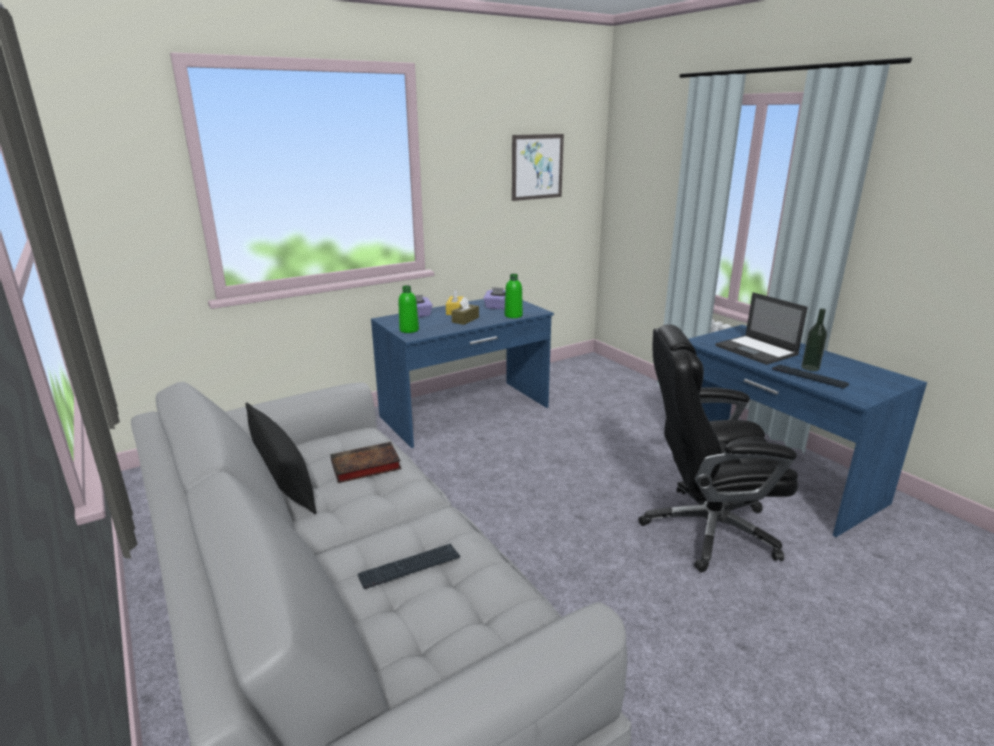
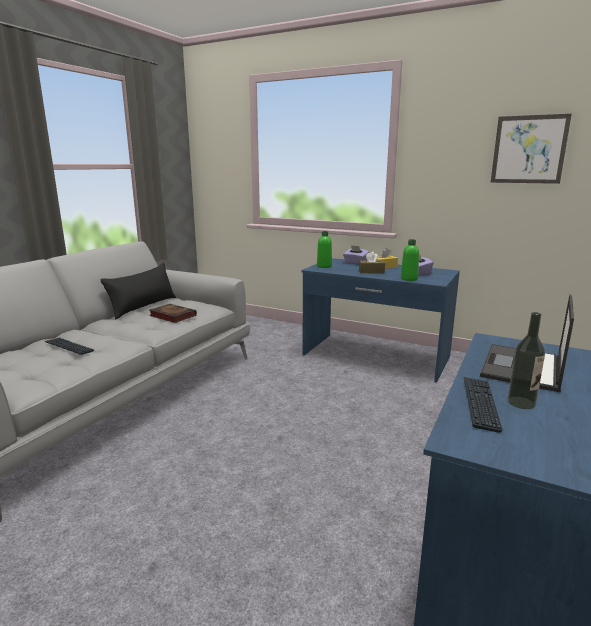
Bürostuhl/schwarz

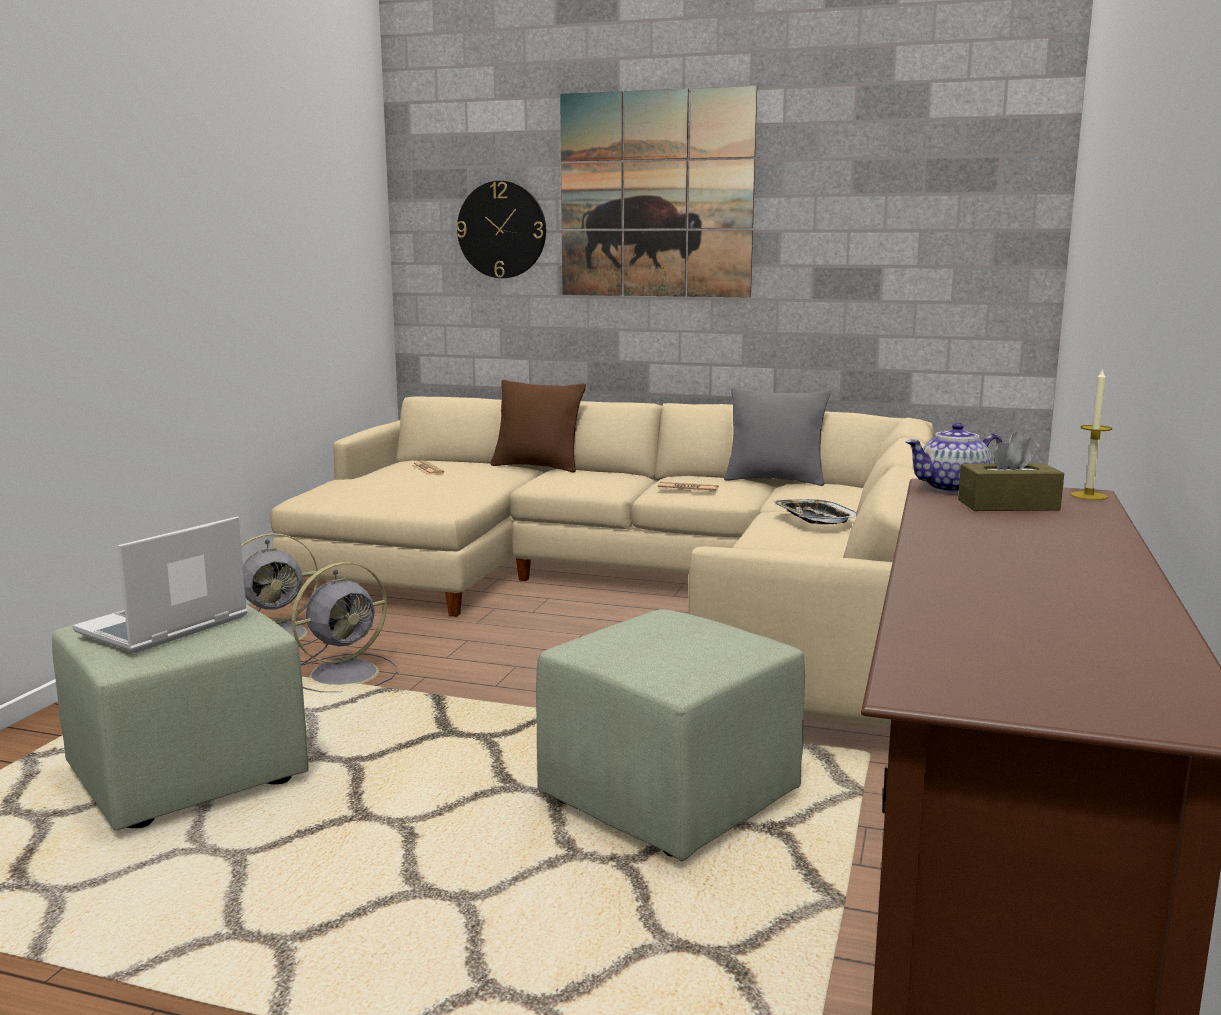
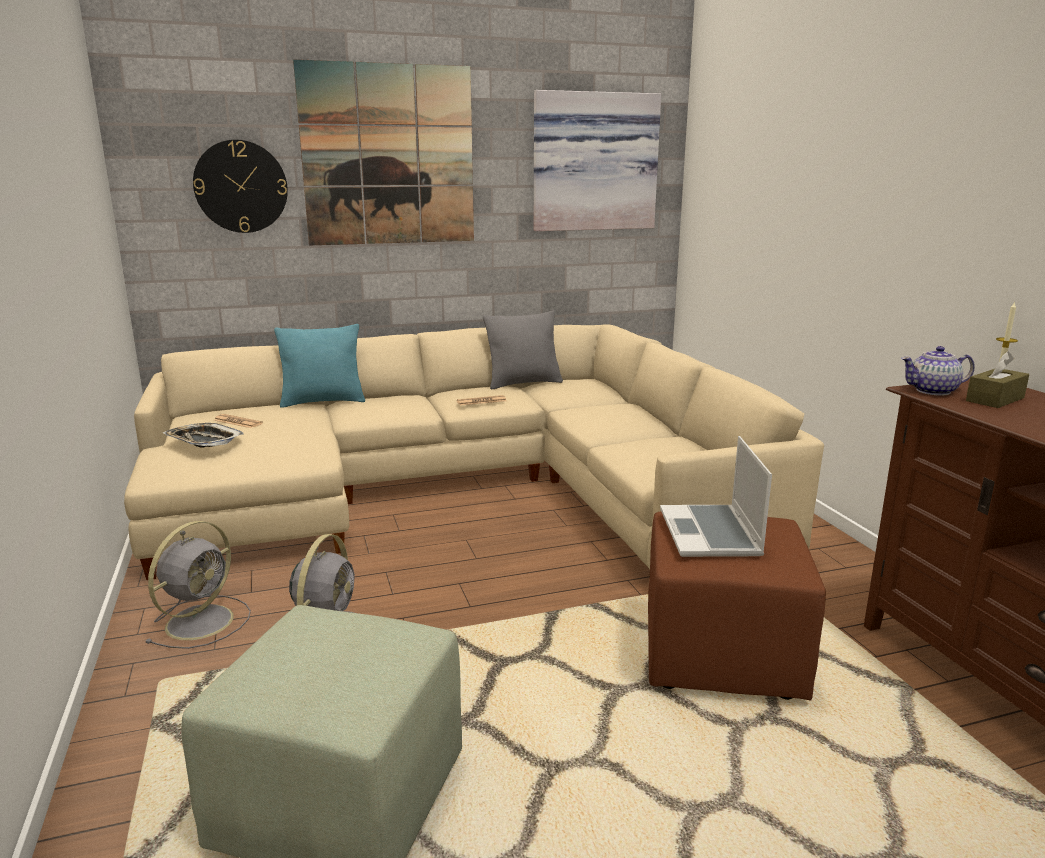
Laptop; Kissen/türkis; Polsterhocker/braun; Tablett; Teekanne; Bild (2nd from left)

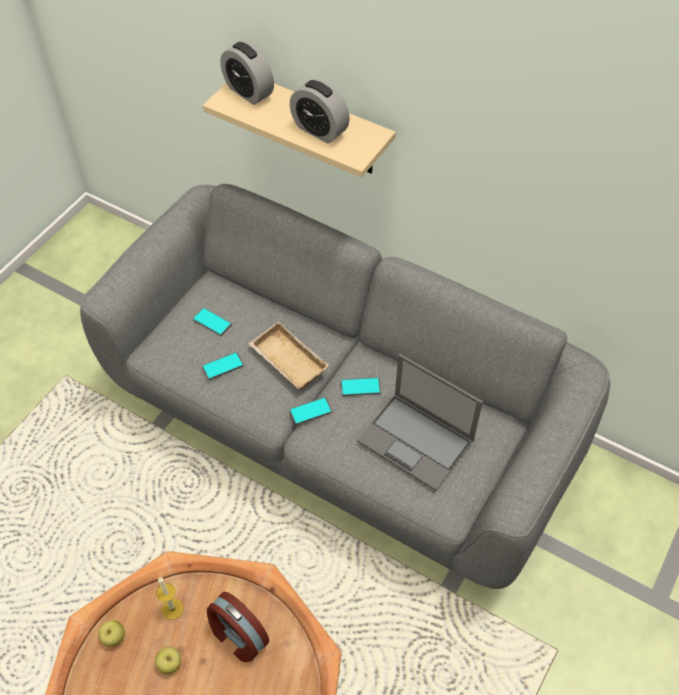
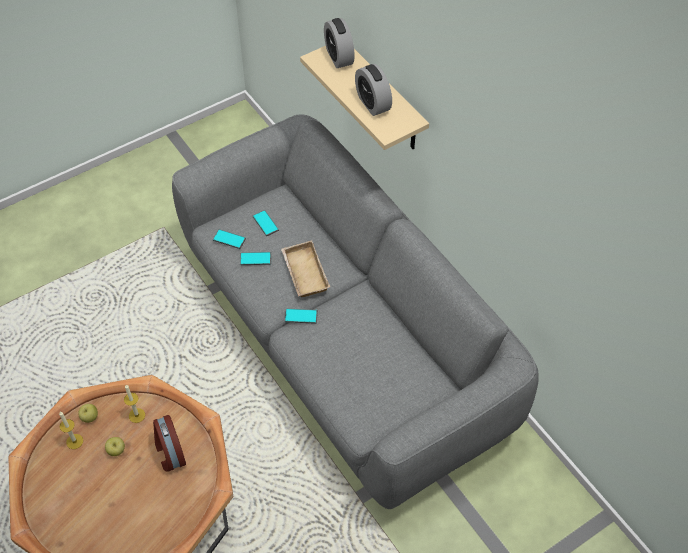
Handy (1st from left); Laptop; Kerze (1st from left)

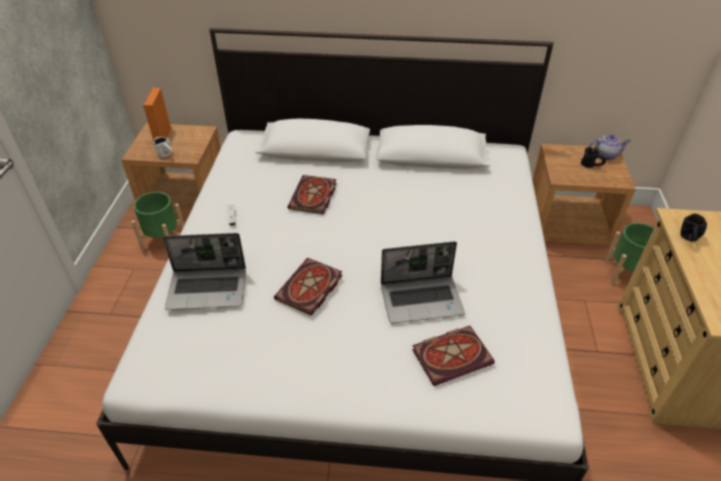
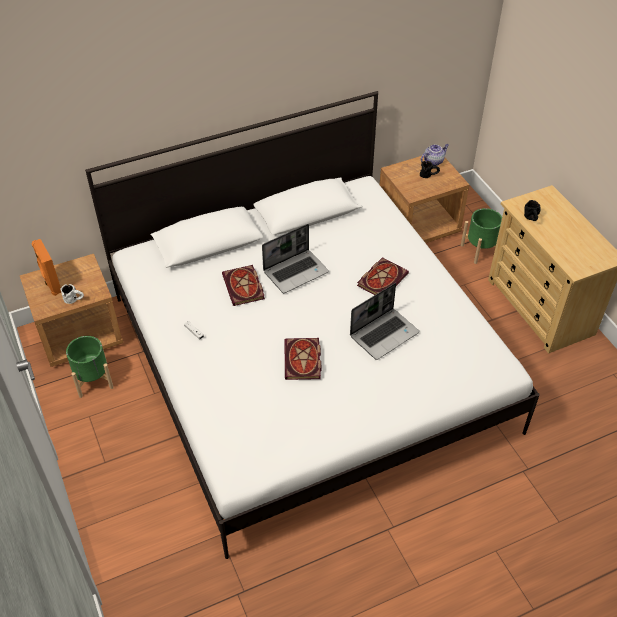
Laptop (1st from left); Buch (3rd from left)

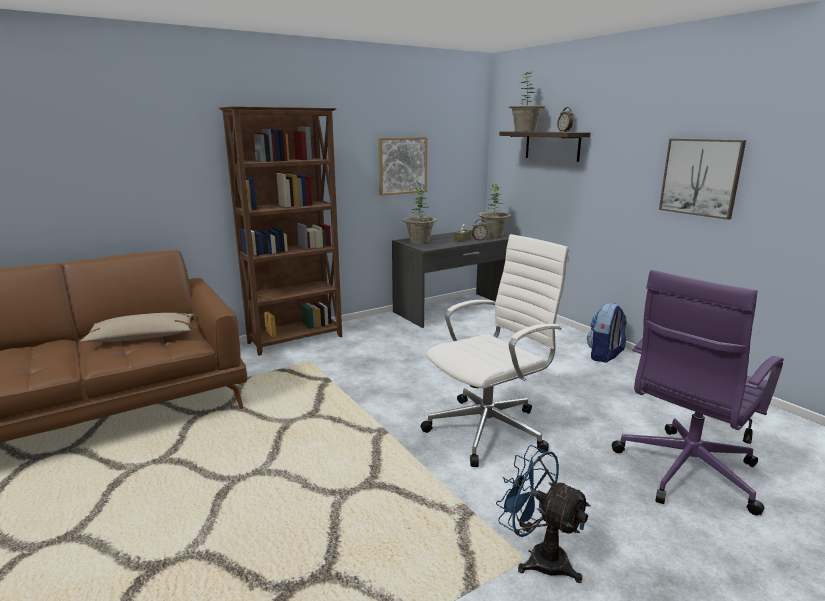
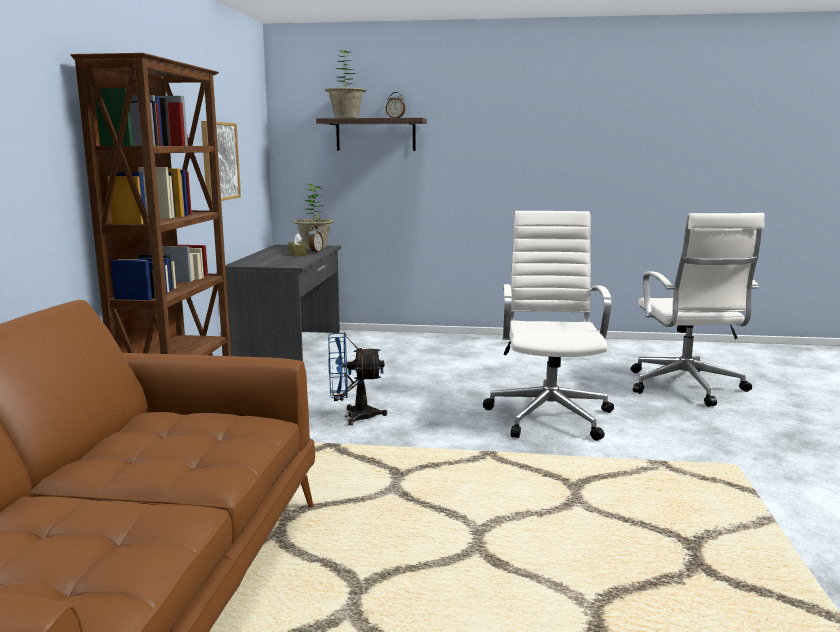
Kissen/beige; Topfpflanze (1st from left in the first image); Ventilator/blau; Rucksack; Bürostuhl/weiß (2nd from left); Bild (2nd from left in the first image)

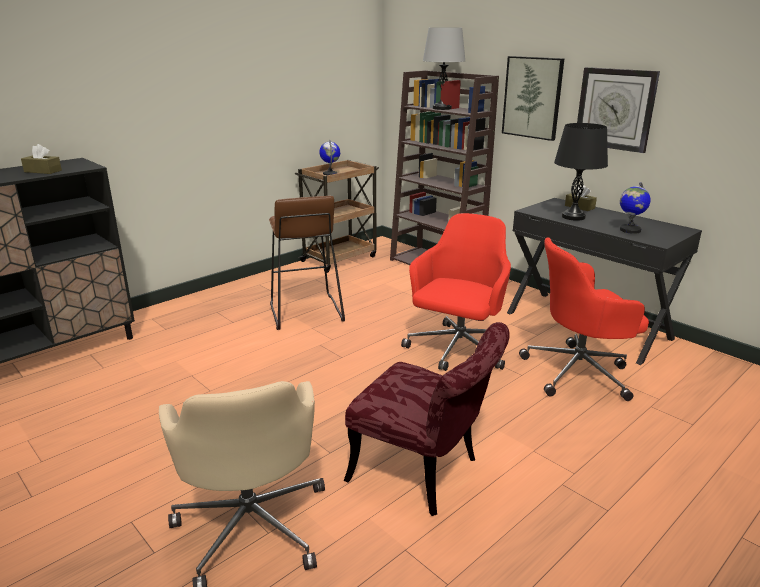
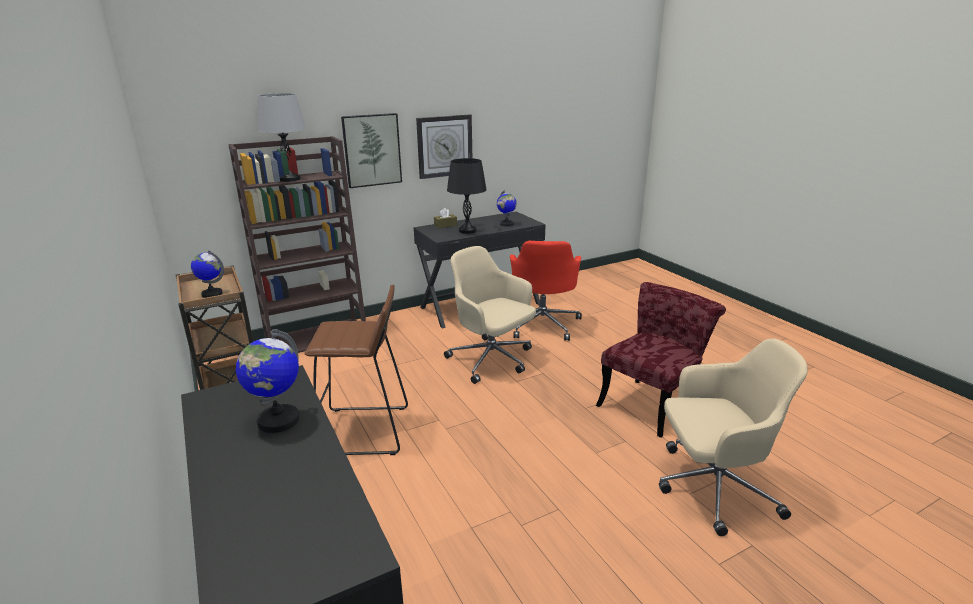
Globus (2nd from left); Bürostuhl/beige (1st from left)

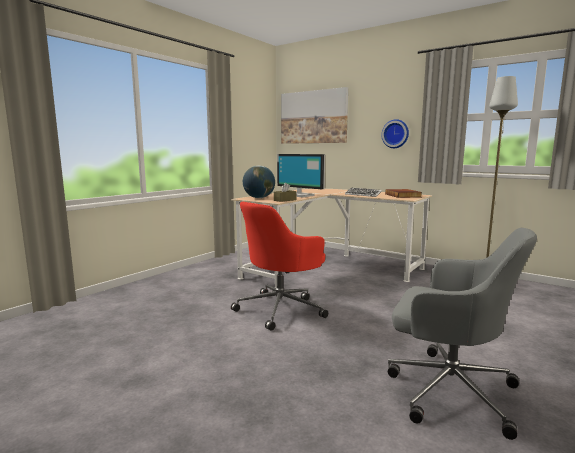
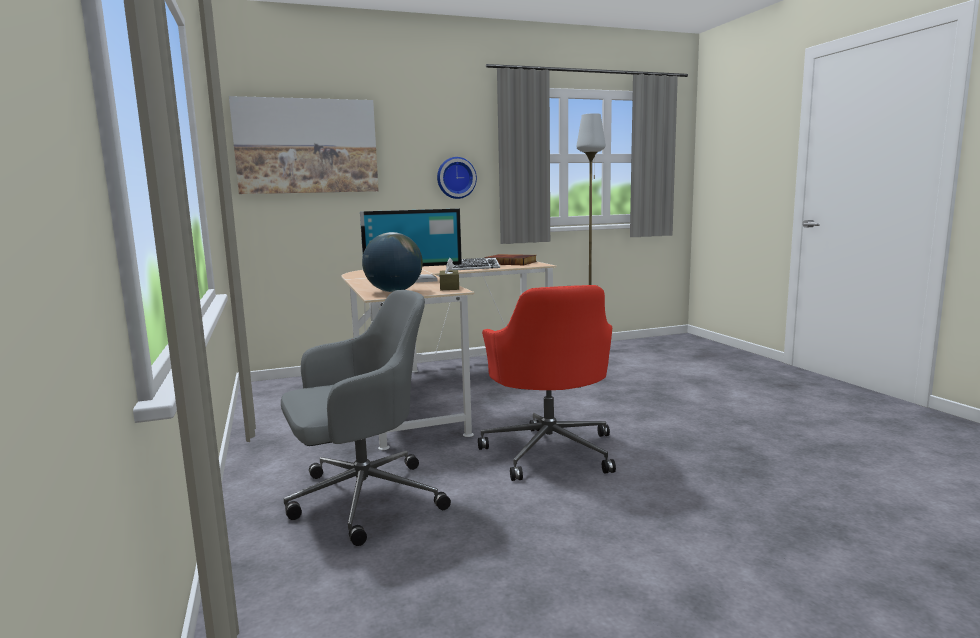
Bürostuhl/grau

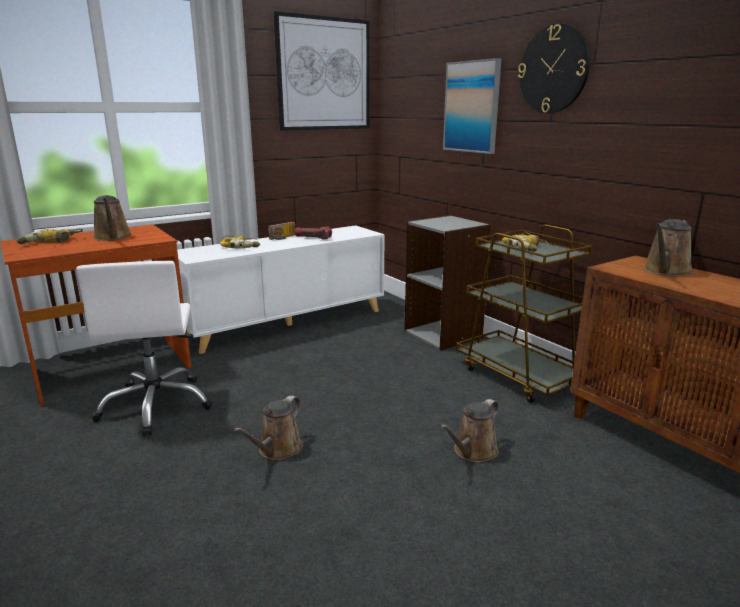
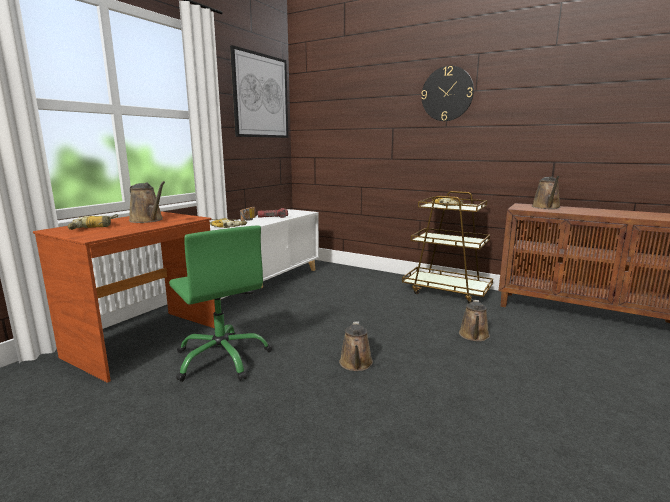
Bürostuhl/grün; Bücherregal/grau; Bild (2nd from left in the first image)

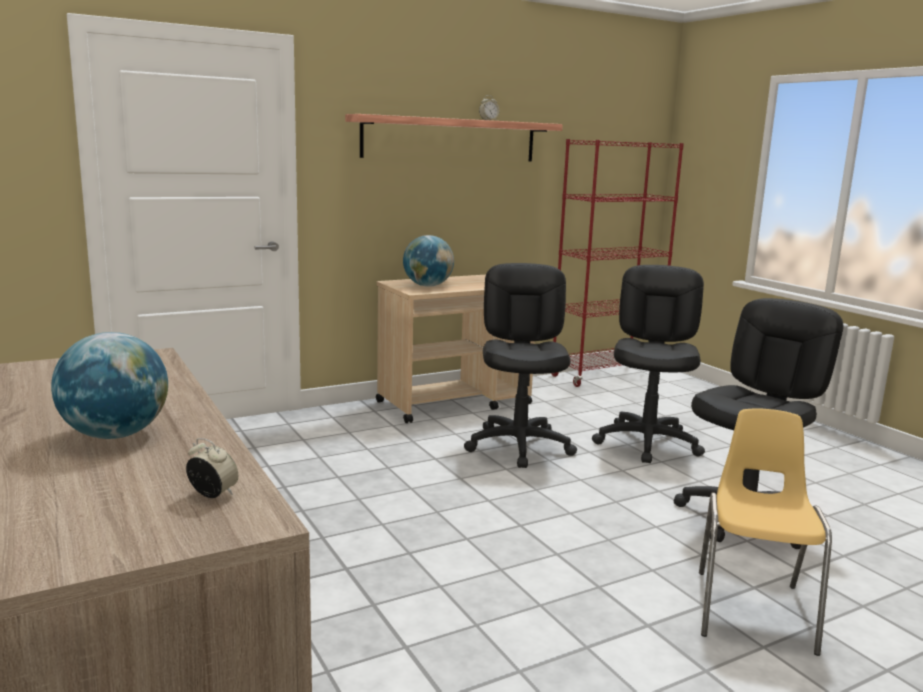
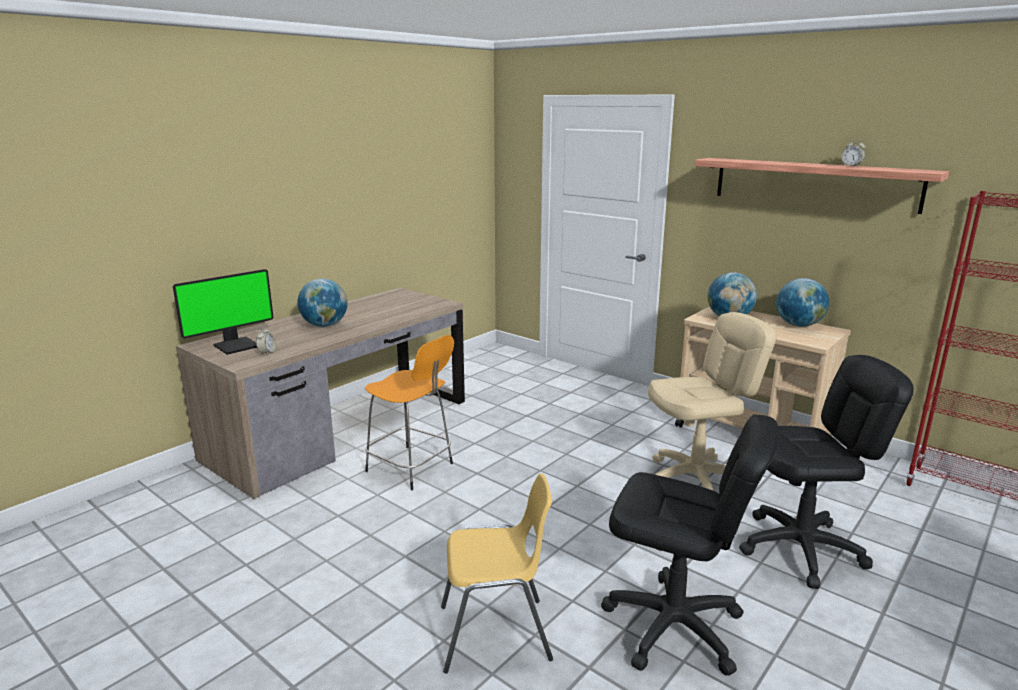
Bürostuhl/beige; Monitor; Hocker/orange; Globus (3rd from left)

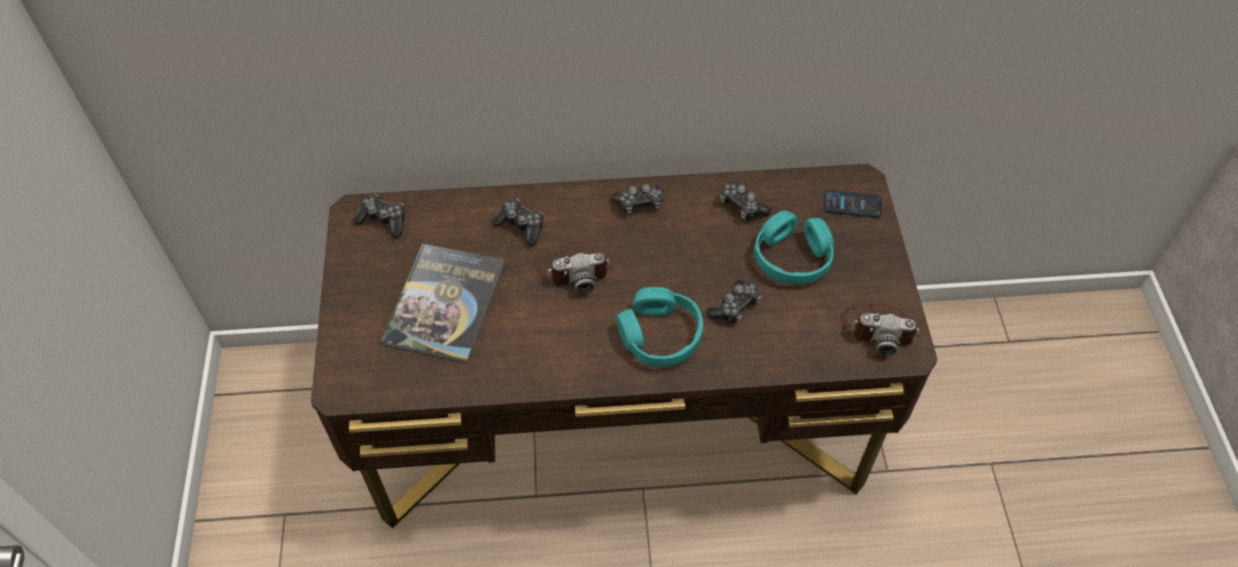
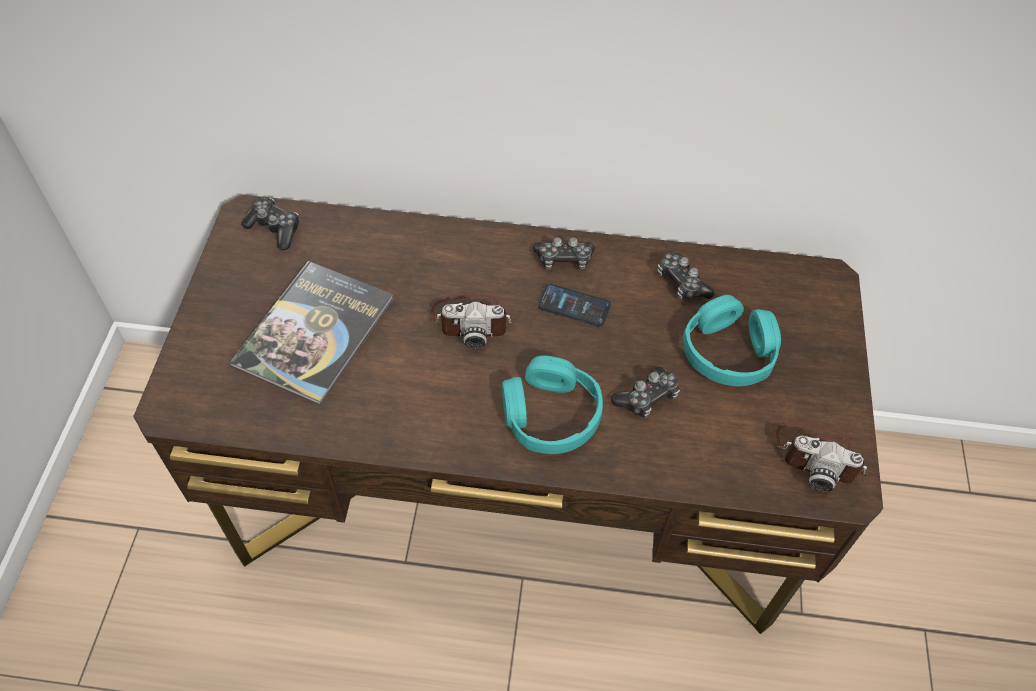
Gamepad (2nd from left in the first image); Handy

